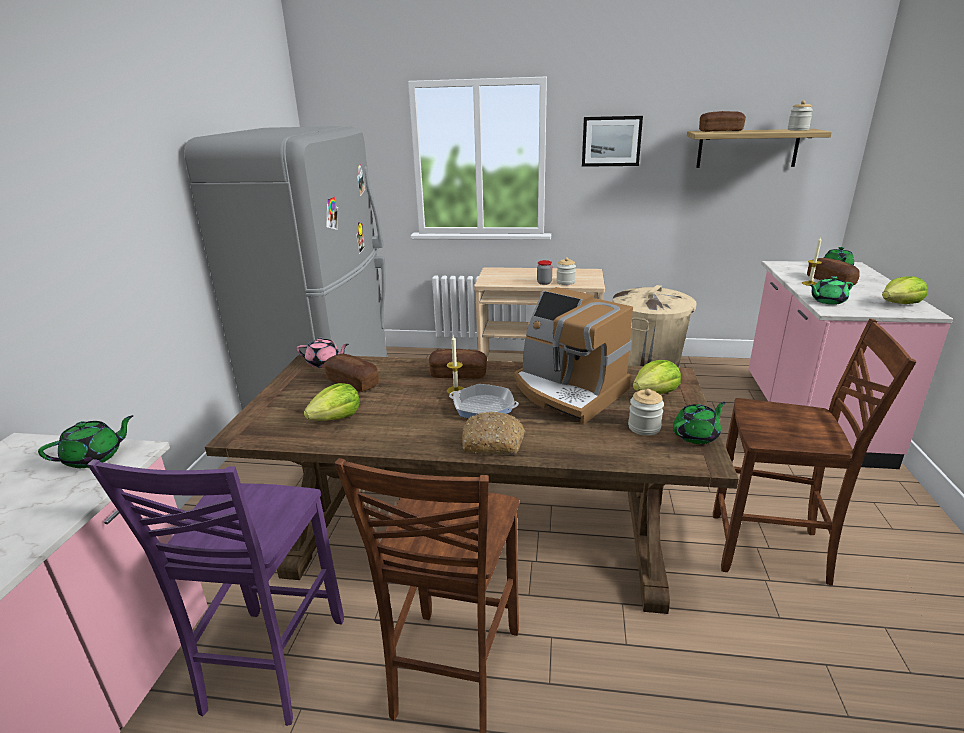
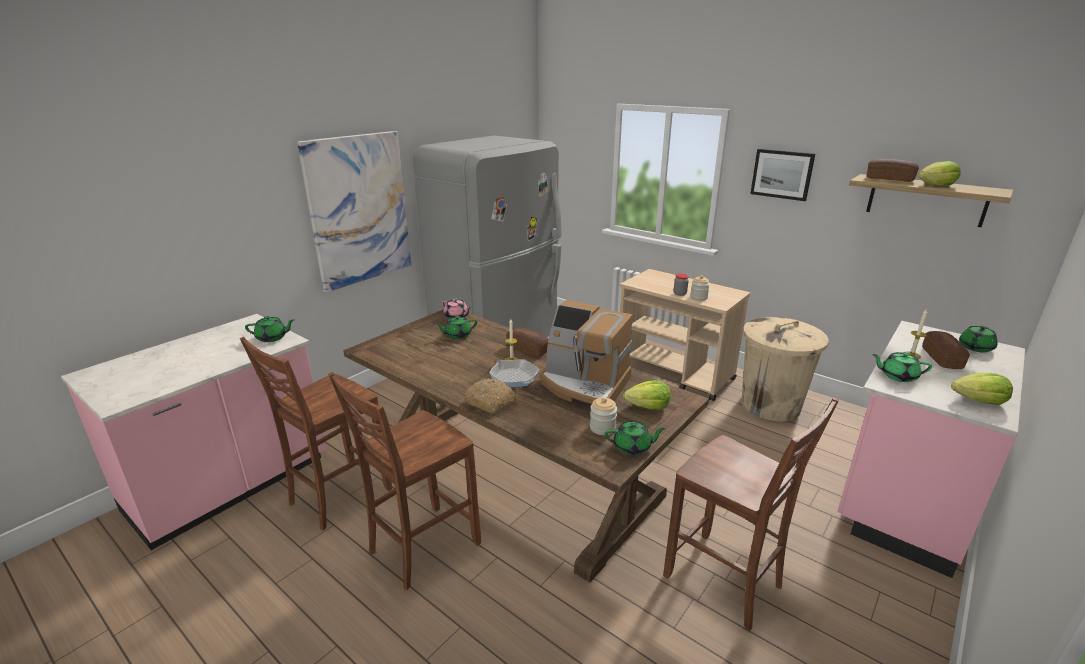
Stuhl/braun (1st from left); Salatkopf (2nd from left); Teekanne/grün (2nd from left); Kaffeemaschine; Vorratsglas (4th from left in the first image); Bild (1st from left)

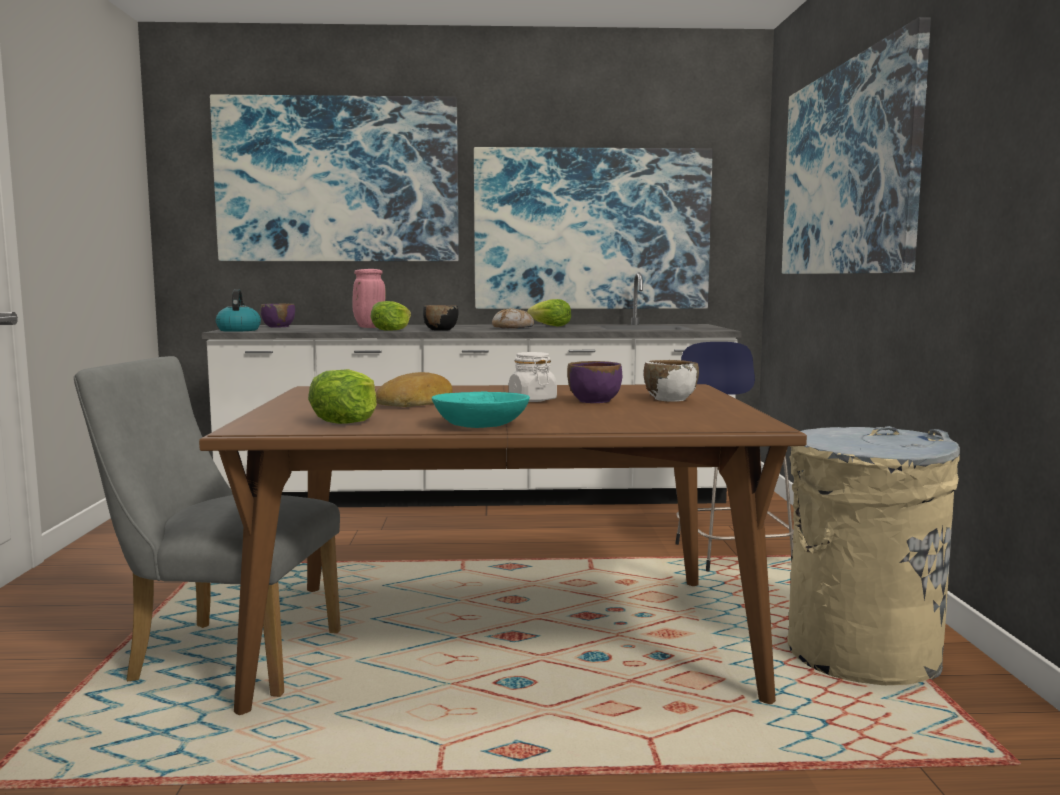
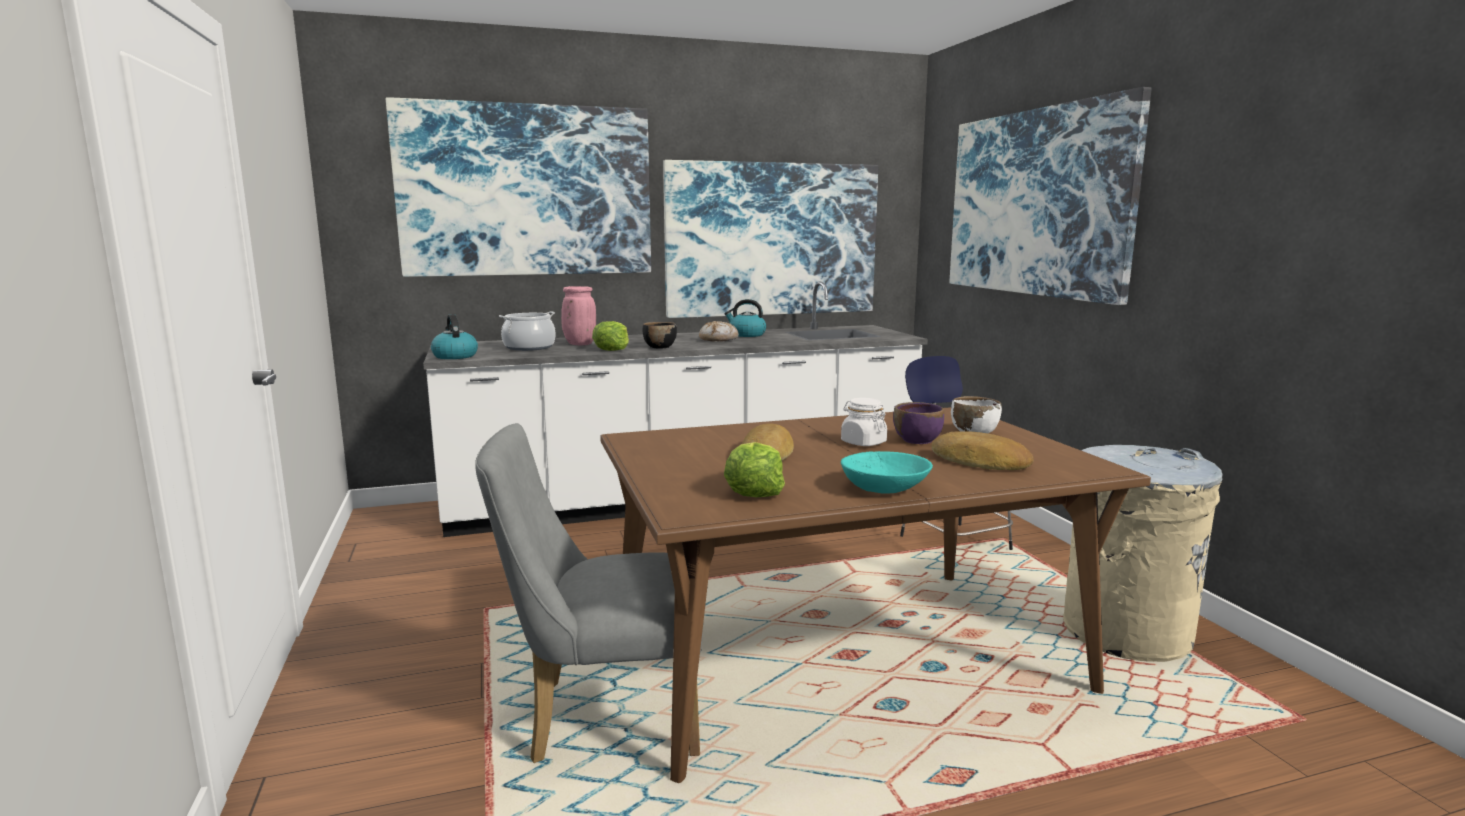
Schüssel/lila (1st from left in the first image); Wasserkessel (2nd from left); Kochtopf; Brot (3rd from left)

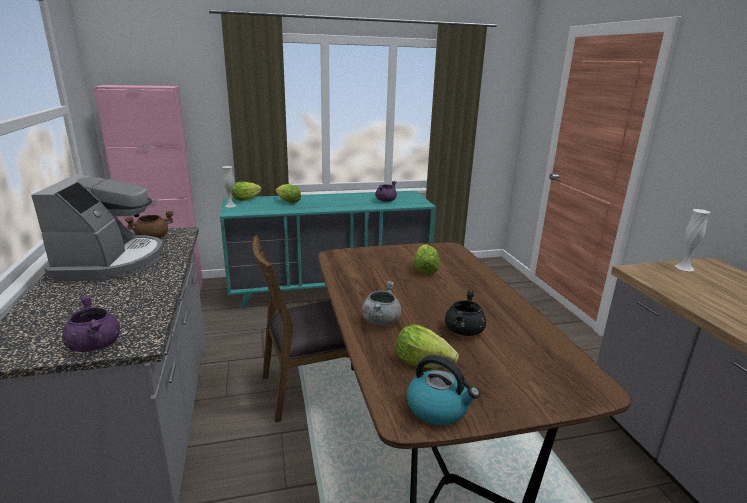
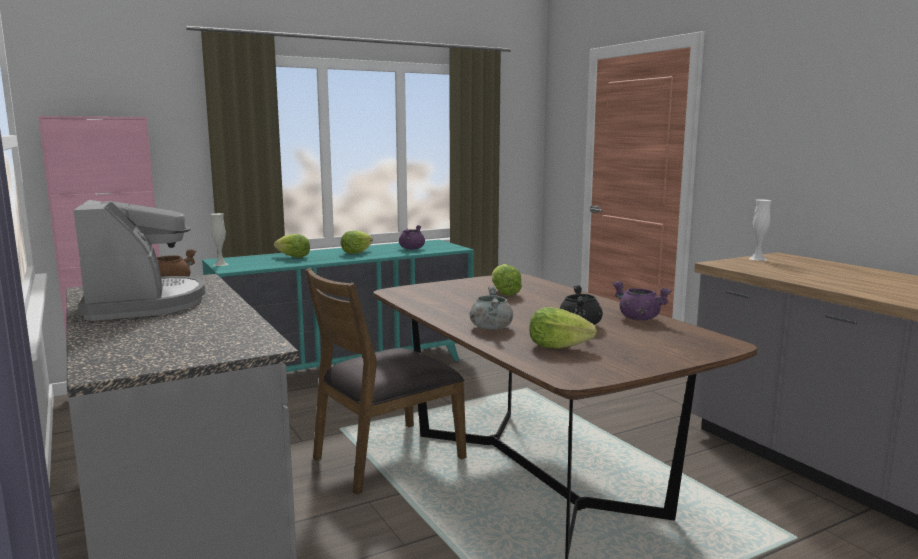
Kochtopf/lila (2nd from left); Salatkopf (2nd from left); Wasserkessel

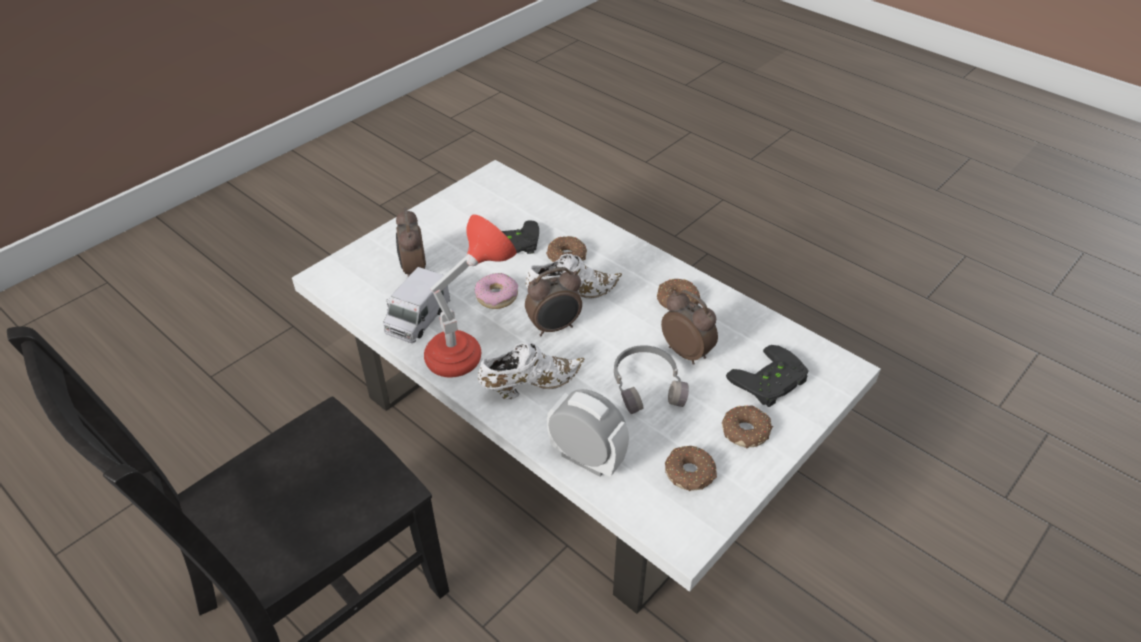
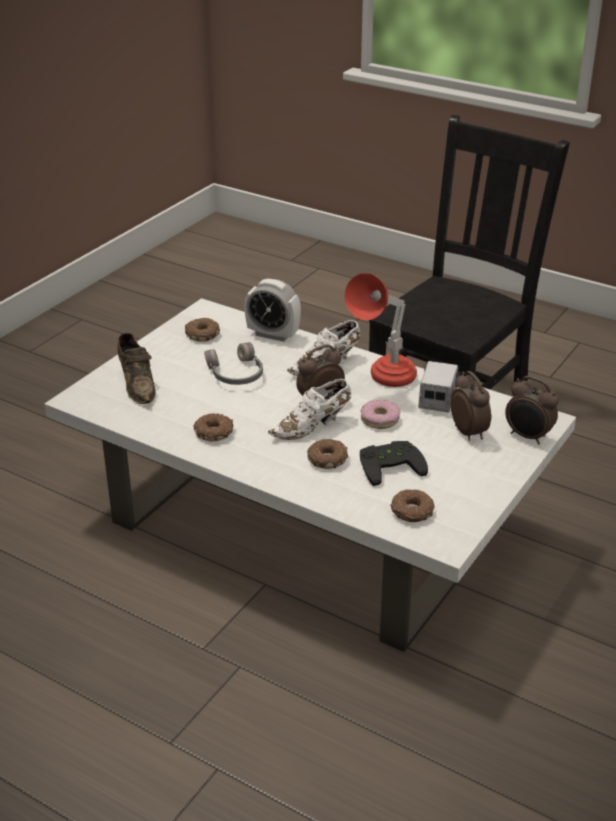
Wecker (4th from left); Donut (5th from left); Schuh/braun

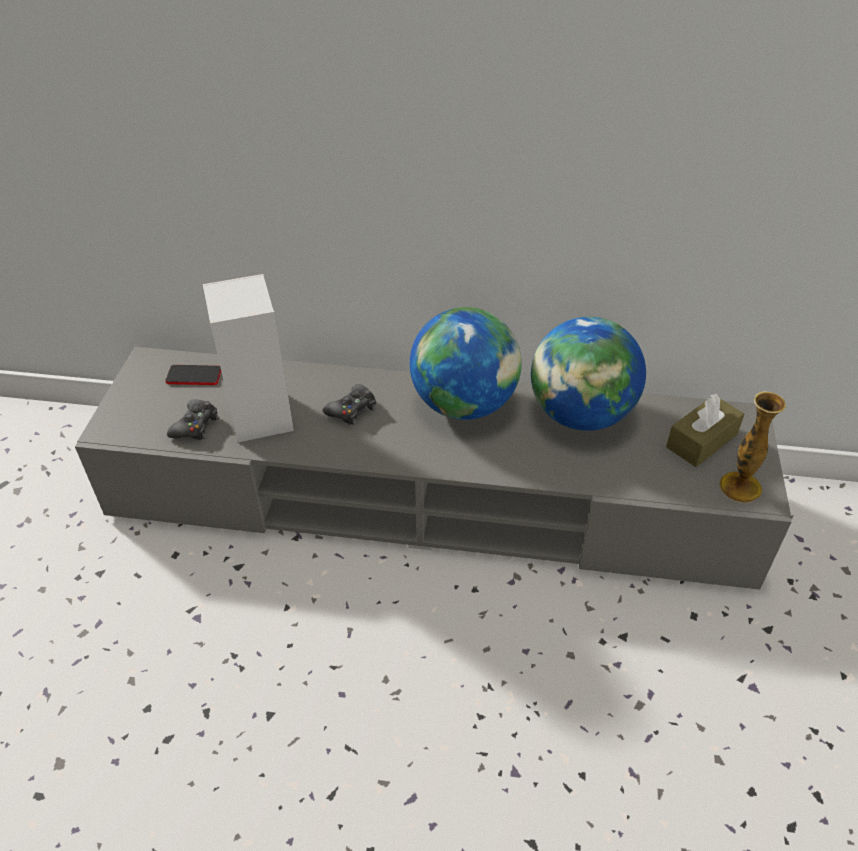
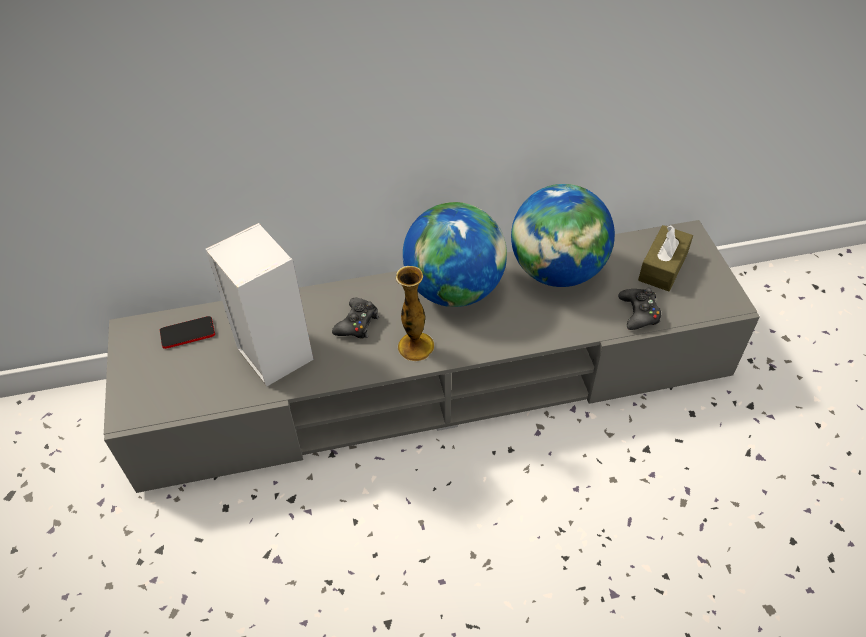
Gamepad/schwarz (2nd from left); Vase

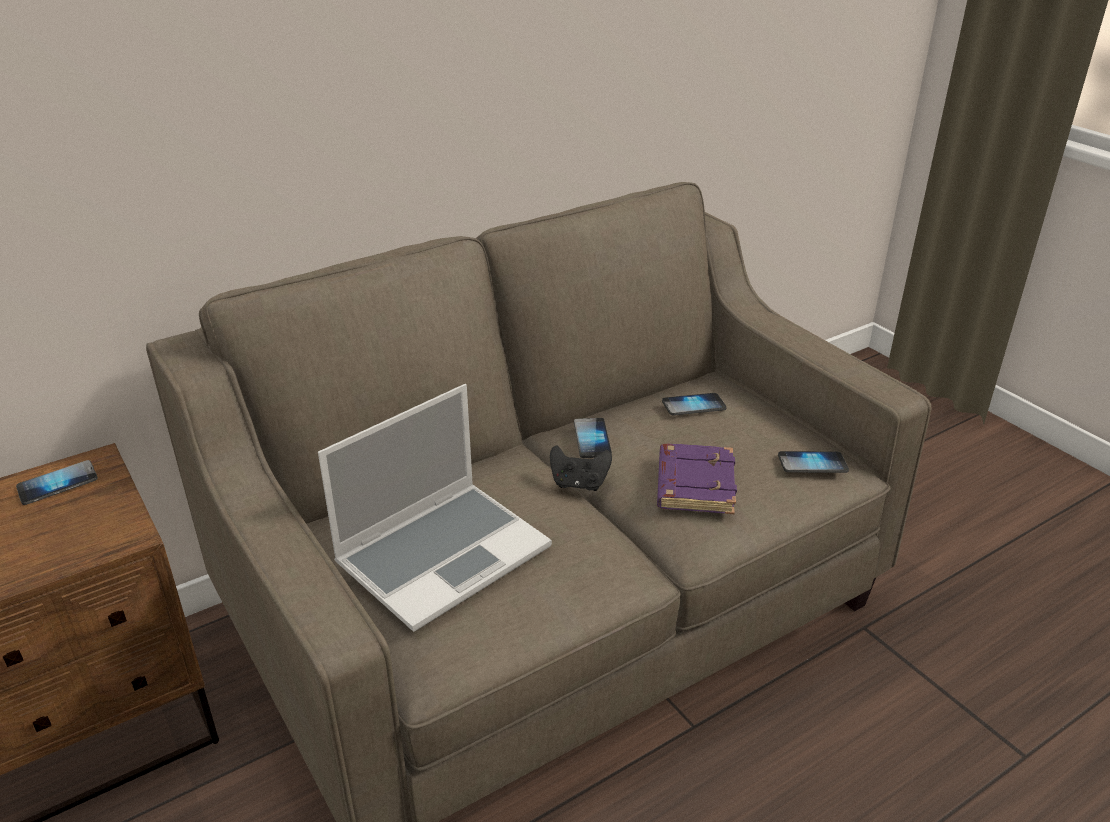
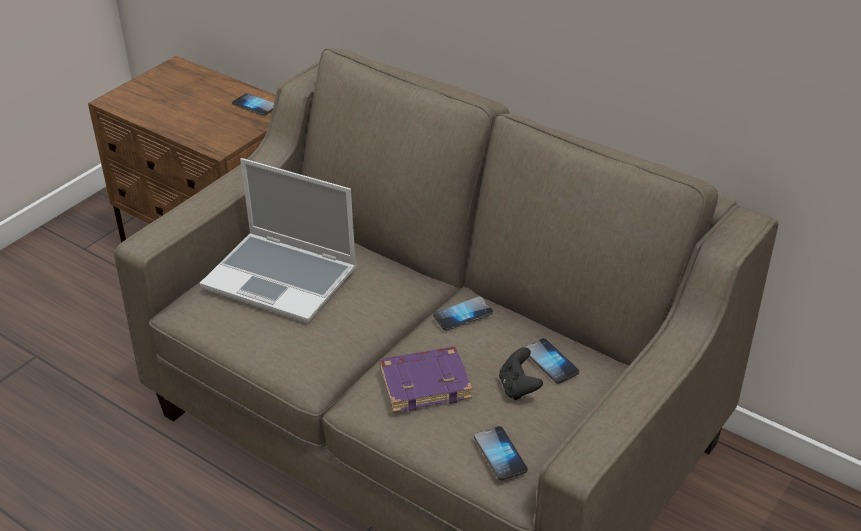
Gamepad/schwarz

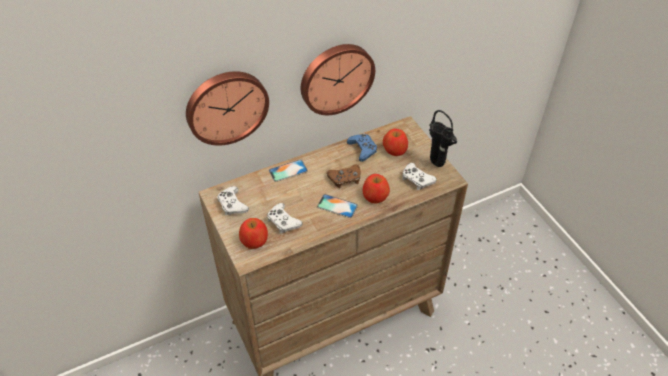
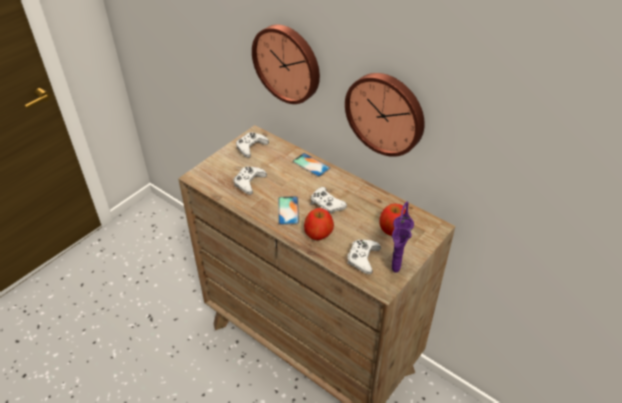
Apfel (1st from left in the first image); Gamepad/weiß (3rd from left); Gamepad/blau; Vase/lila

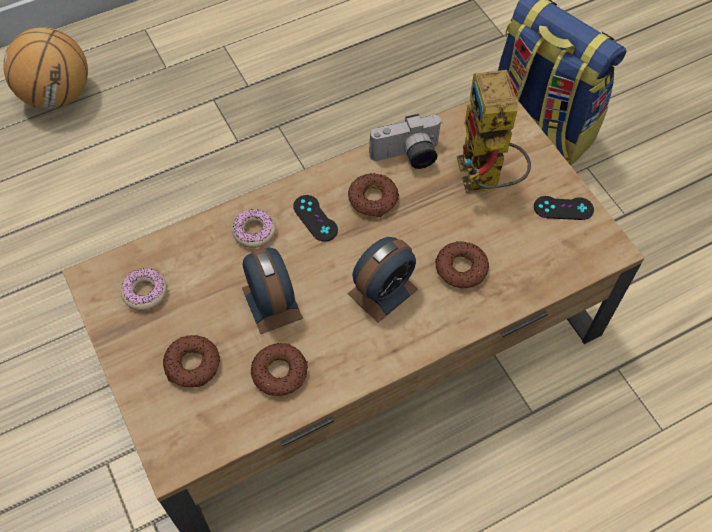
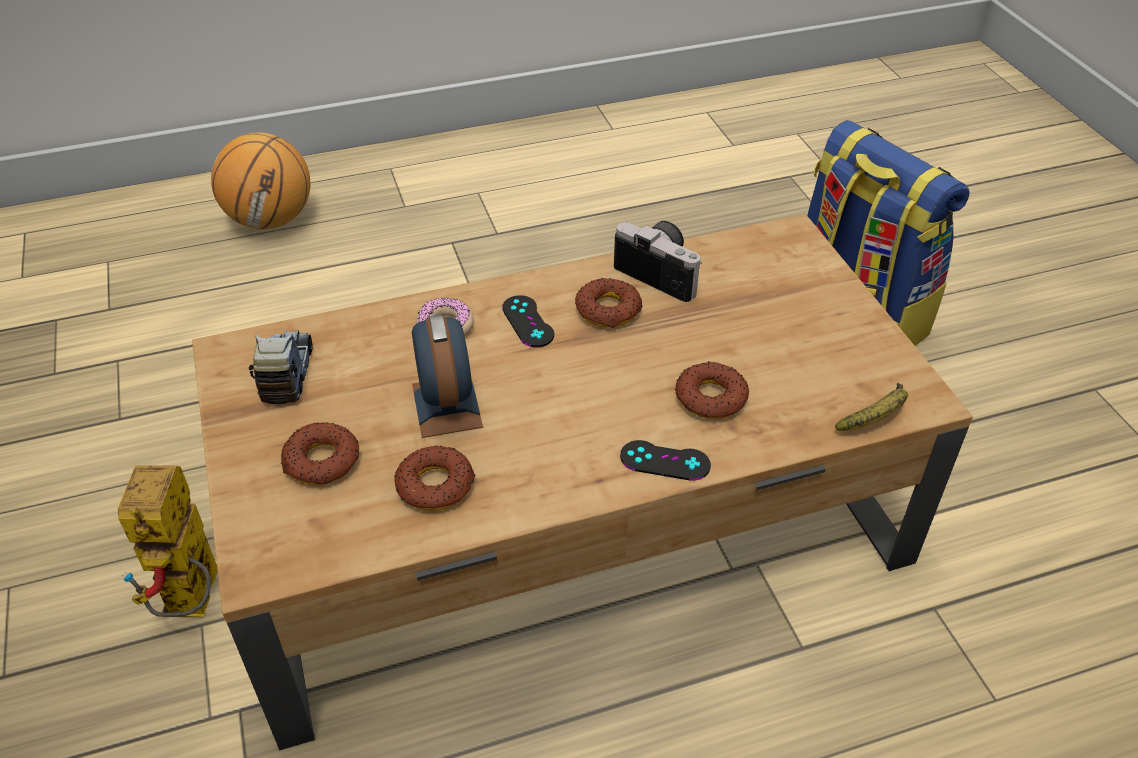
Spielzeuglaster; Wecker (2nd from left in the first image); Kamera; Spielzeugroboter; Gamepad/schwarz (2nd from left); Banane

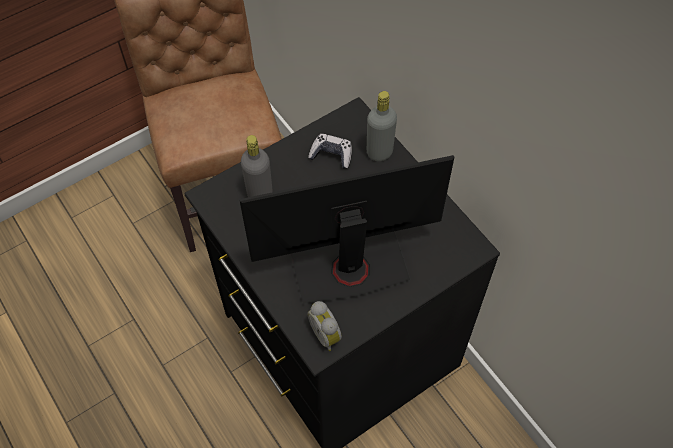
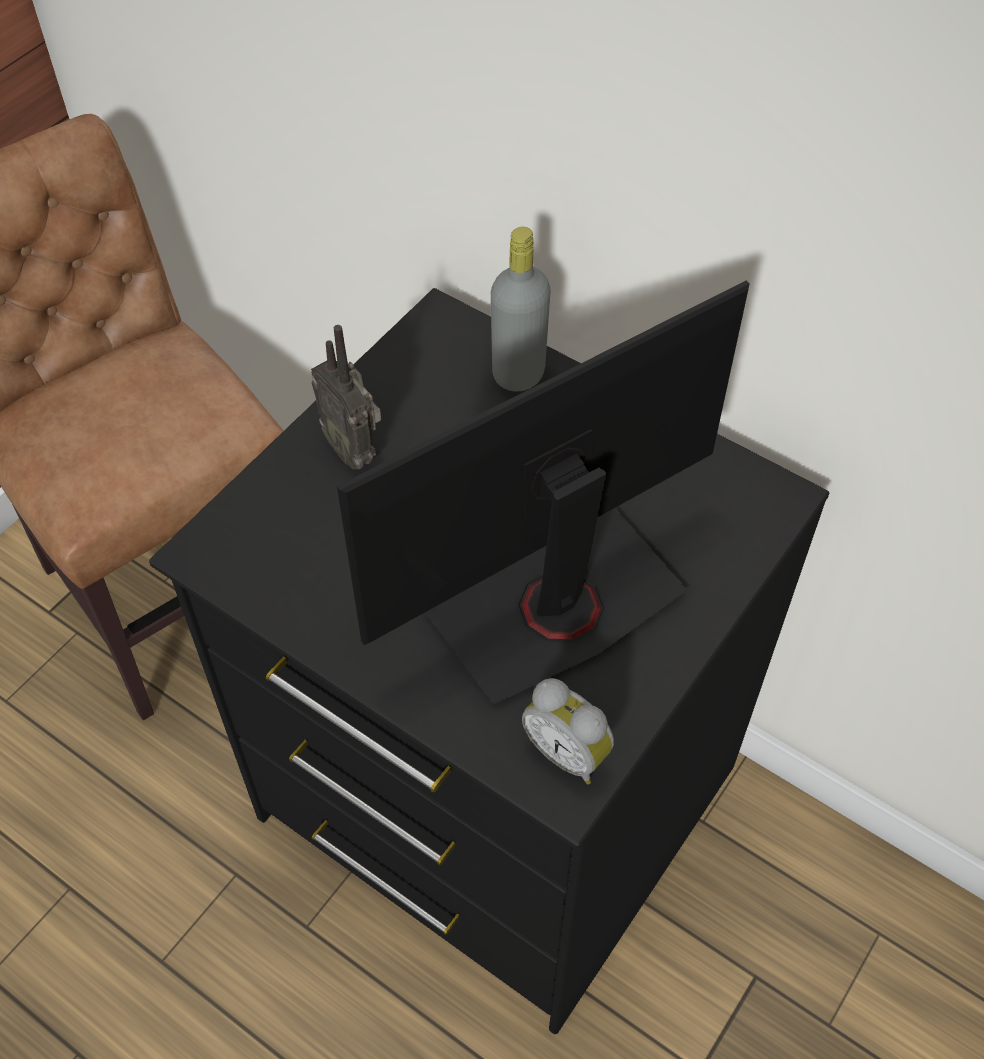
Flasche/grau (1st from left in the first image); Gamepad; Radio

